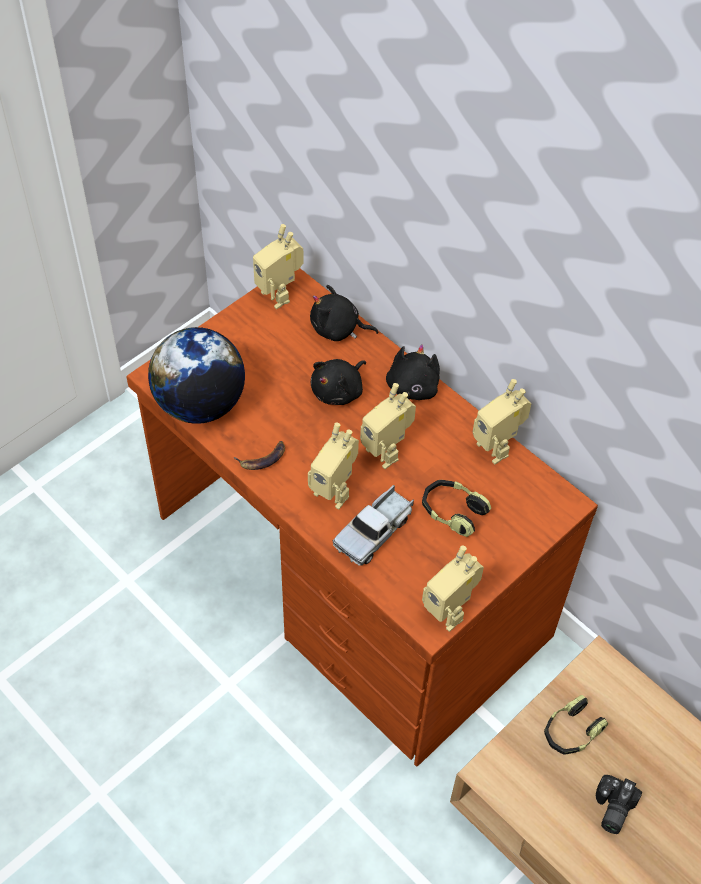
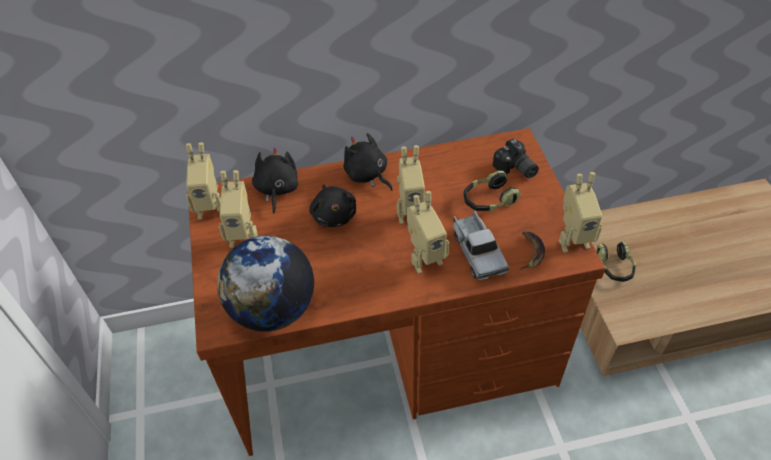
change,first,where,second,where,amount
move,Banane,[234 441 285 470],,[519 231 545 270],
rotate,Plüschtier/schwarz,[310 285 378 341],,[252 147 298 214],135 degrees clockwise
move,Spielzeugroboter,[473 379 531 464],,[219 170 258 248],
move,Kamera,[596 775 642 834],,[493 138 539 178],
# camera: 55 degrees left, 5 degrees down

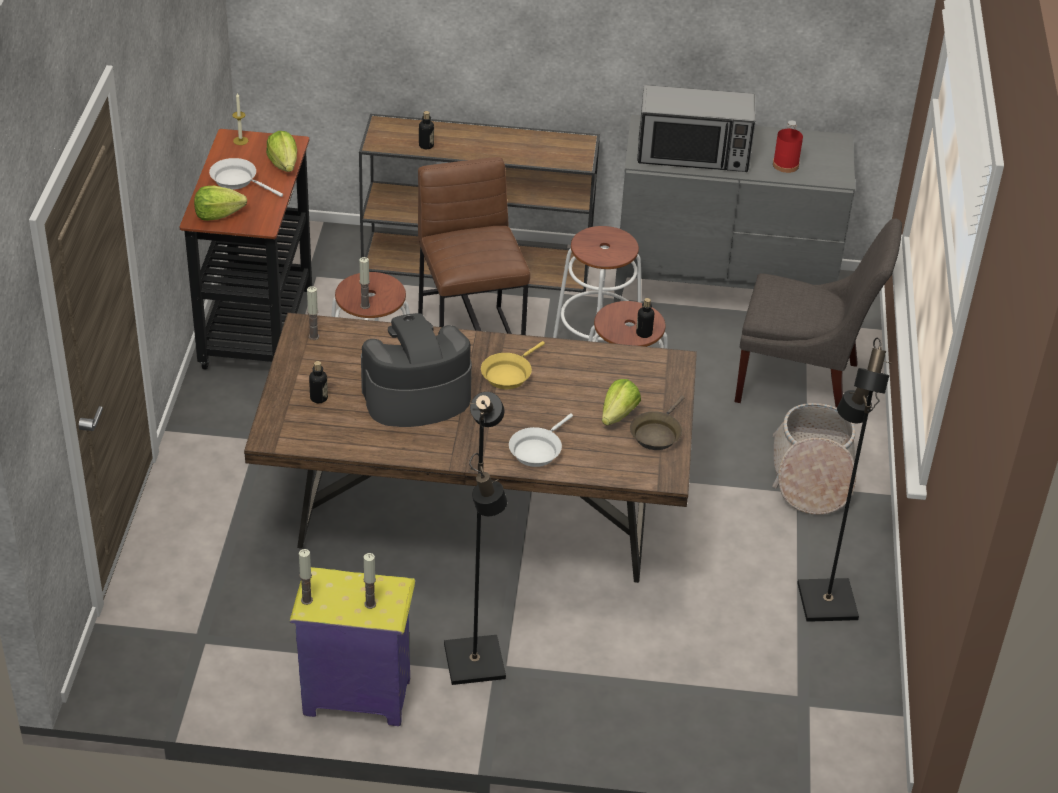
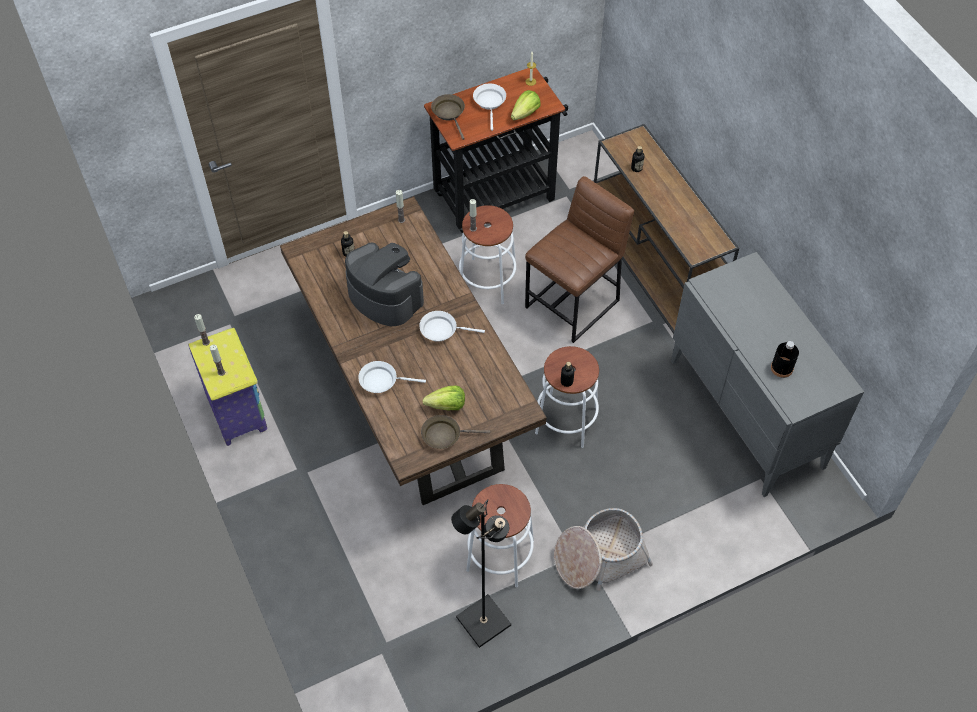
change,first,where,second,where,amount
replace,Salatkopf,[194 186 247 221],Pfanne/braun,[431 94 465 140],
delete,Stehlampe/schwarz,[444 392 507 685],,,
recolor,Pfanne/gelb,[481 341 545 389],Pfanne/weiß,[419 311 485 342],
move,Hocker/weiß,[553 226 641 342],,[466 484 534 587],
delete,Mikrowelle,[637 85 755 172],,,
delete,Stuhl/grau,[734 218 902 408],,,
recolor,Flasche/rot,[773 121 803 173],Flasche/schwarz,[771 341 799 378],
# camera: 60 degrees right, 15 degrees up

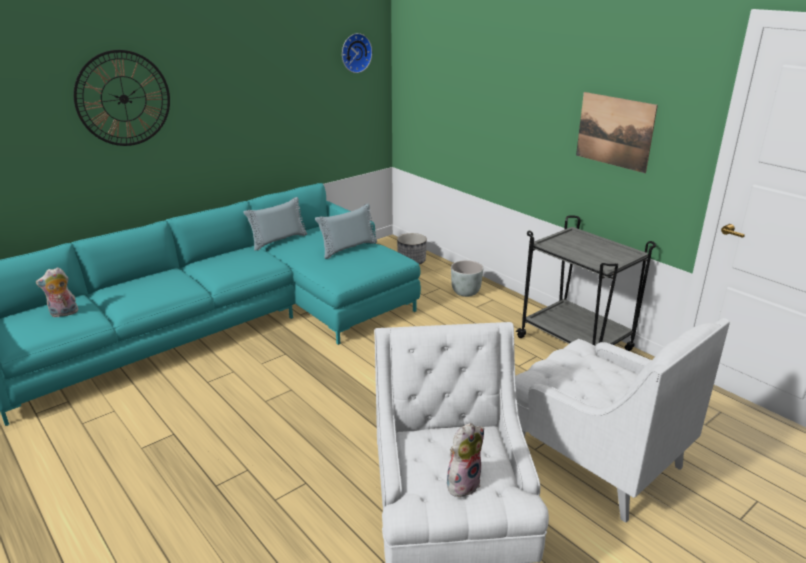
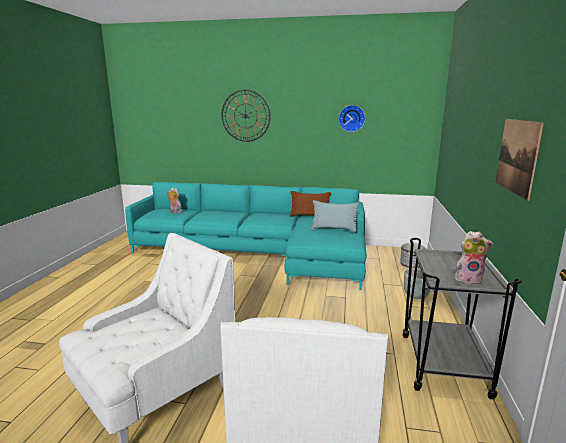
change,first,where,second,where,amount
recolor,Kissen/blau,[243 197 307 251],Kissen/braun,[289 191 331 217],
move,Wanduhr,[342 33 372 73],,[338 105 365 132],
move,Plüschtier,[447 423 484 497],,[454 231 493 285],
# camera: 50 degrees right, 10 degrees down

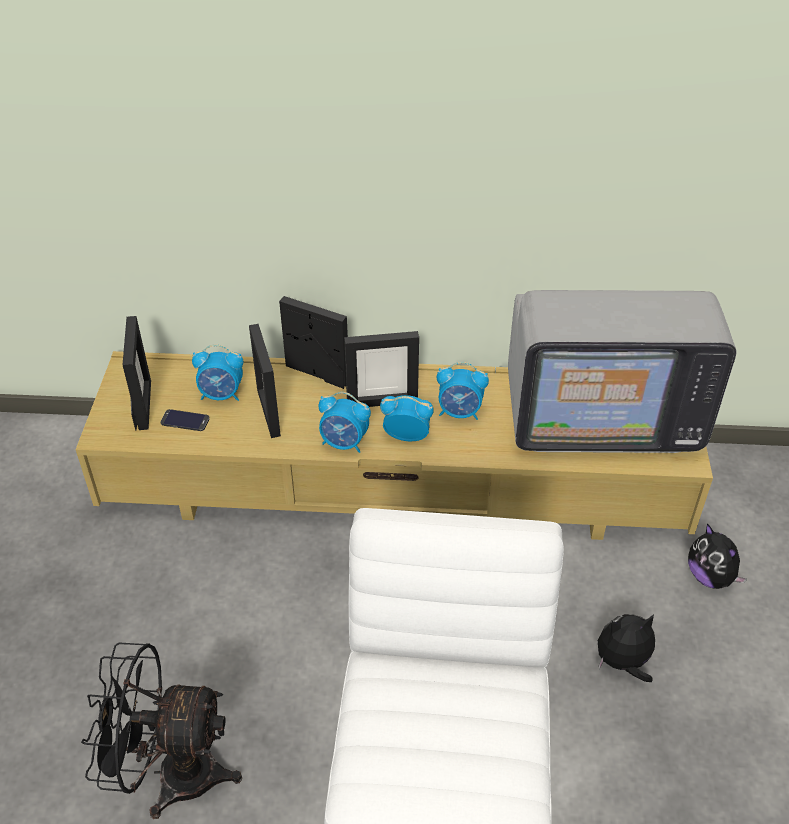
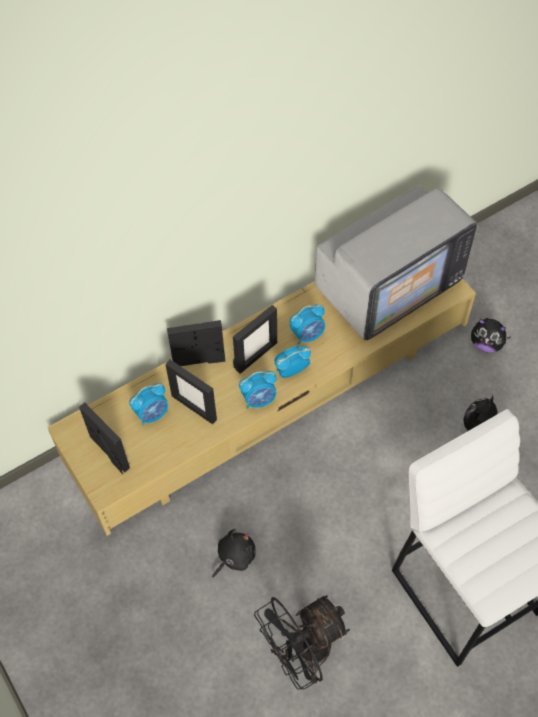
change,first,where,second,where,amount
delete,Handy,[161 409 210 431],,,
insert,,,Plüschtier/schwarz,[212 529 255 577],
# camera: 35 degrees left, 15 degrees up

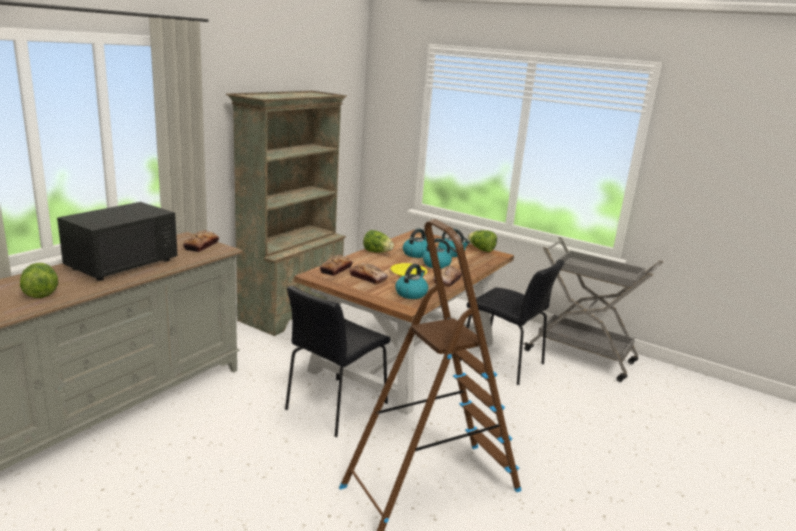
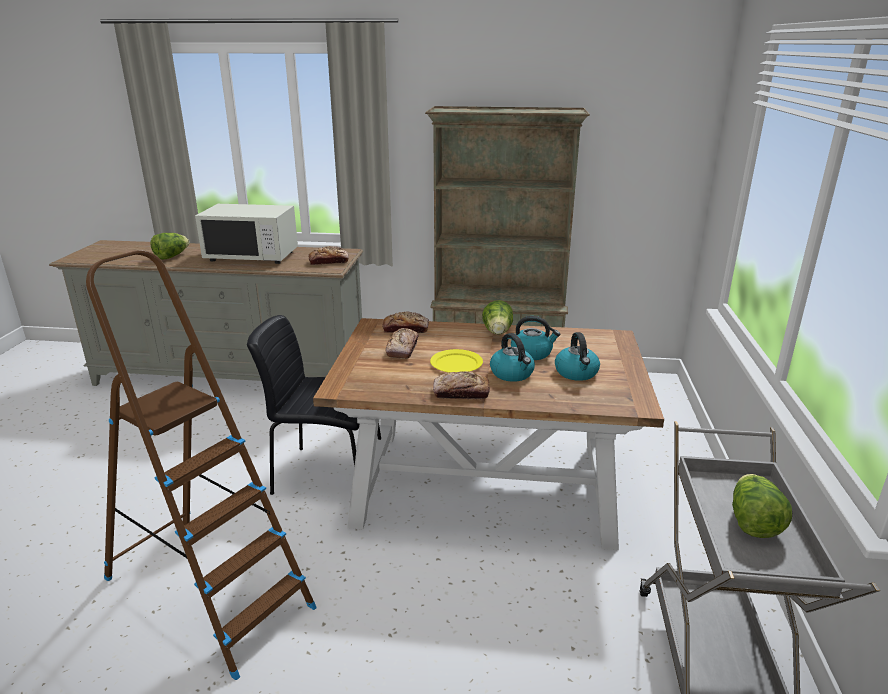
change,first,where,second,where,amount
recolor,Mikrowelle/schwarz,[57 202 177 281],Mikrowelle/weiß,[195 204 298 264],
delete,Wasserkessel,[395 264 428 299],,,
delete,Stuhl/schwarz,[459 260 565 385],,,
move,Salatkopf,[467 230 497 252],,[732 474 792 538],
# camera: 65 degrees right, 5 degrees up

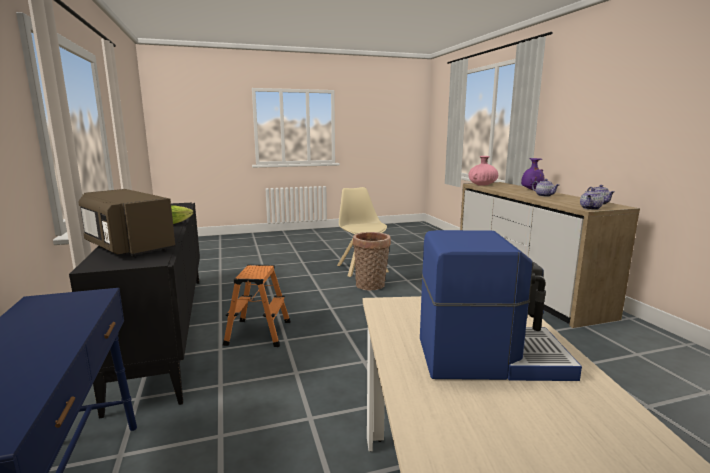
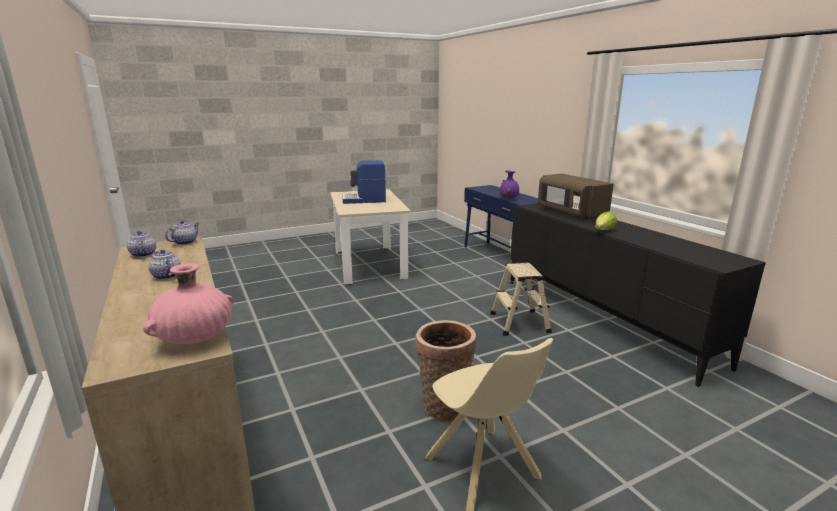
change,first,where,second,where,amount
rotate,Mikrowelle/braun,[78 189 176 257],,[538 174 614 219],150 degrees counterclockwise
recolor,Trittleiter/orange,[223 265 291 347],Trittleiter/beige,[490 262 552 336],
move,Vase/lila,[521 158 545 190],,[500 170 519 199],
# camera: 170 degrees right, 5 degrees up

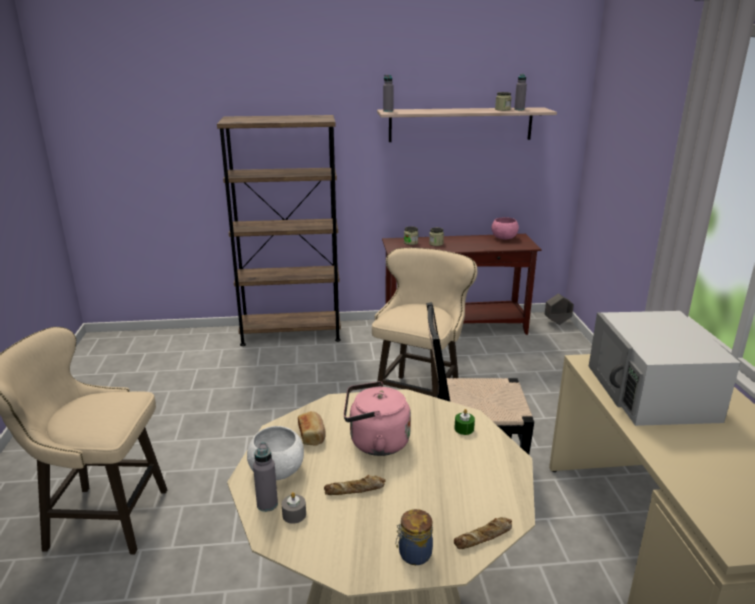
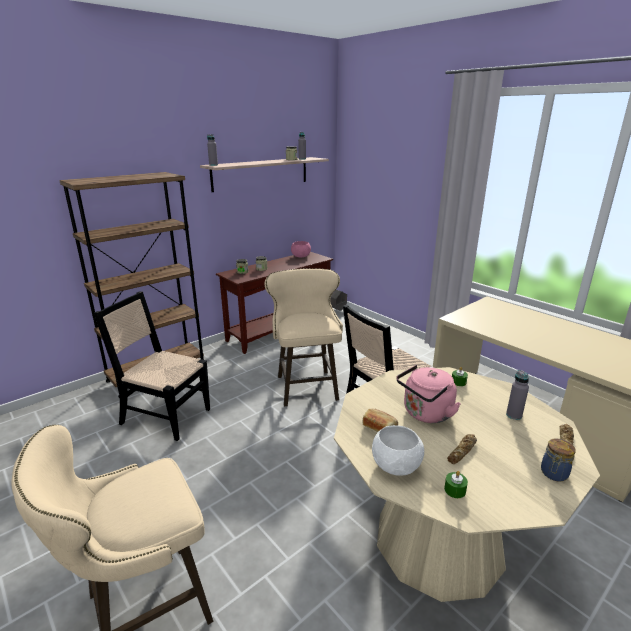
change,first,where,second,where,amount
move,Flasche/grau,[253 442 278 512],,[506 370 529 420],
recolor,Kerze/grau,[282 492 306 524],Kerze/grün,[444 471 468 498],
delete,Mikrowelle/weiß,[589 311 740 426],,,
insert,,,Stuhl,[94 291 210 441],
# camera: 35 degrees left, 0 degrees up

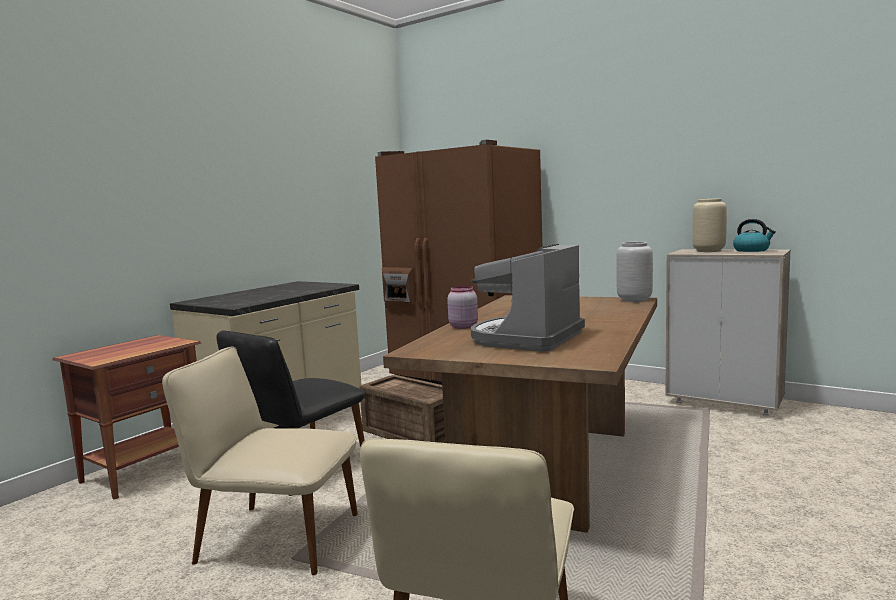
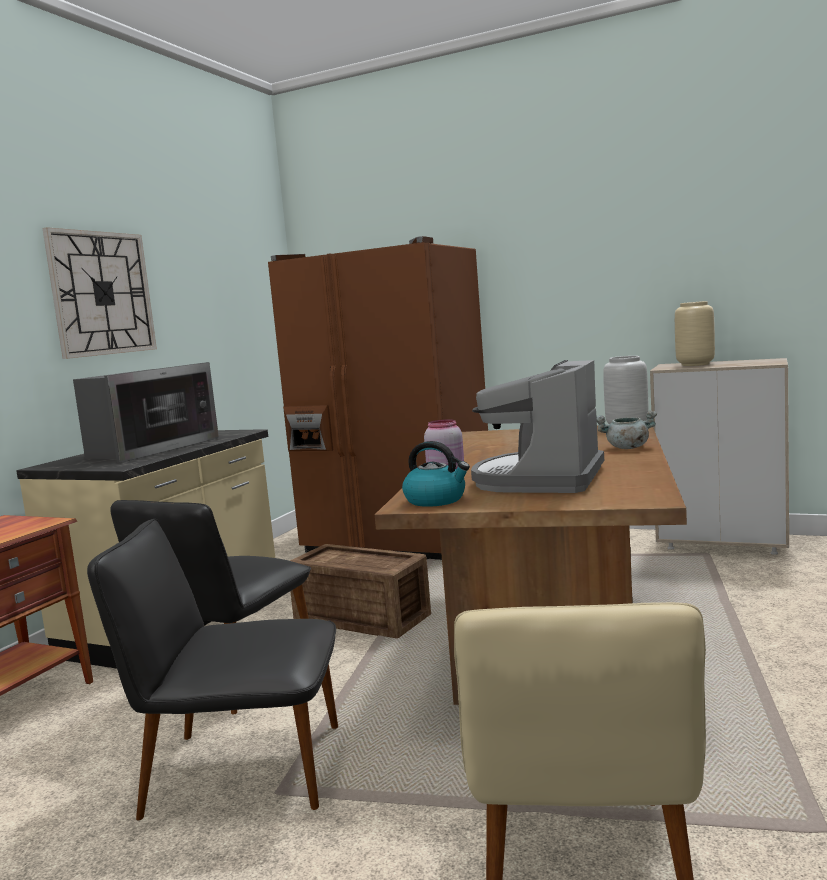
change,first,where,second,where,amount
recolor,Stuhl/beige,[162 346 358 575],Stuhl/schwarz,[87 519 338 820],
move,Wasserkessel,[733 219 776 252],,[402 441 470 507],
insert,,,Wanduhr,[42 227 157 359],
insert,,,Mikrowelle,[73 362 219 463],
insert,,,Kochtopf/grau,[596 411 657 449],
# camera: 10 degrees left, 0 degrees up

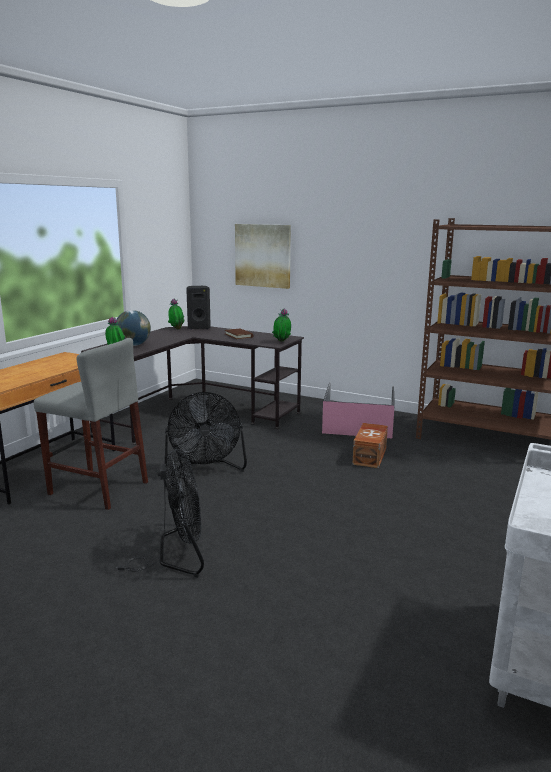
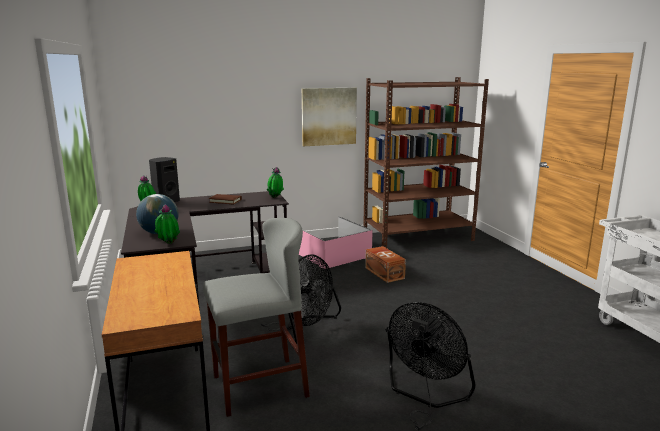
change,first,where,second,where,amount
move,Bild,[235 224 291 289],,[302 88 357 146],
# camera: 45 degrees left, 0 degrees up

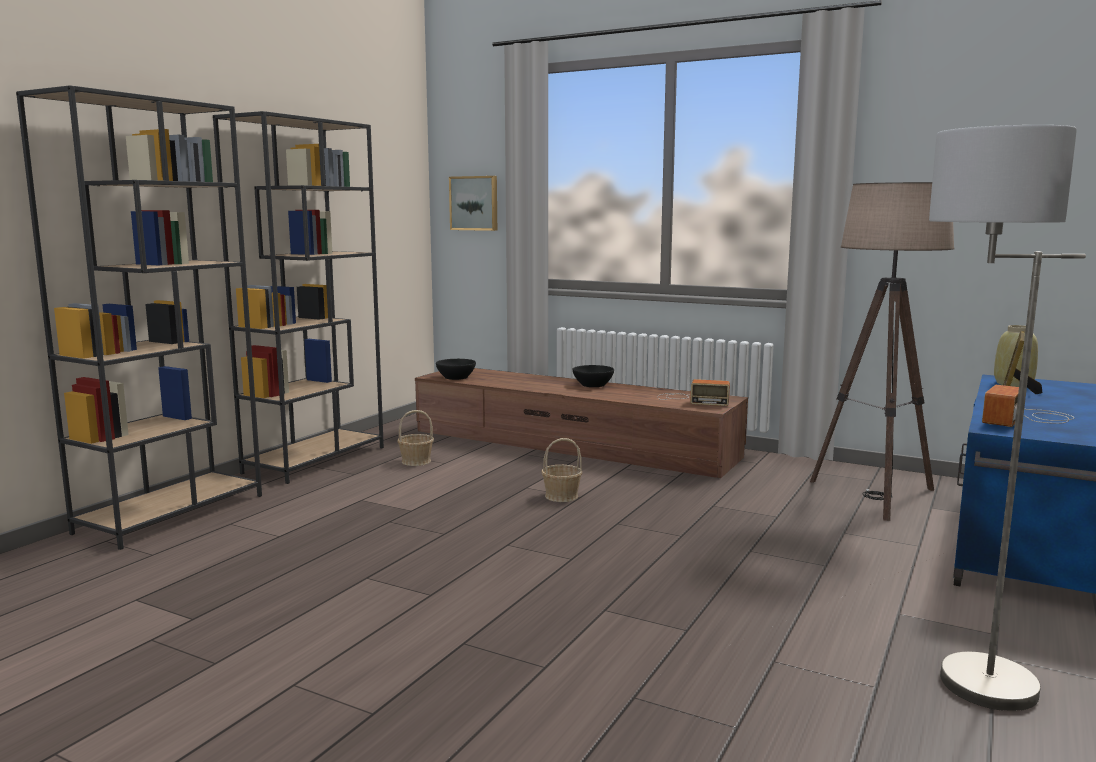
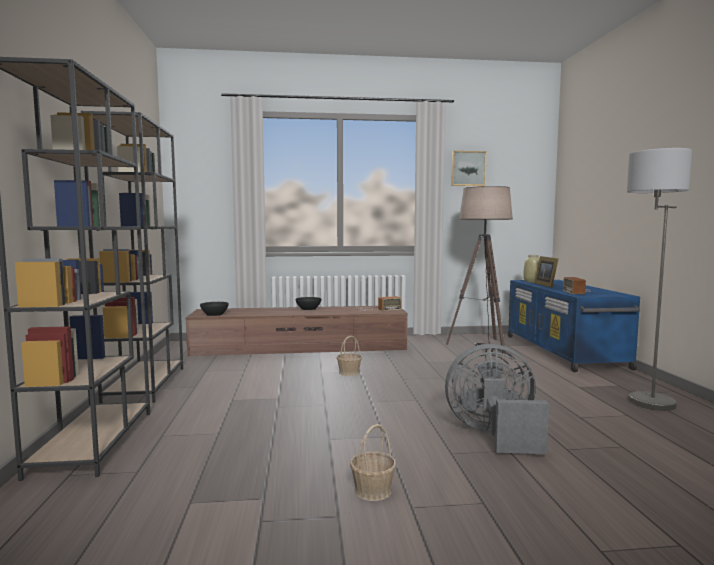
change,first,where,second,where,amount
move,Korb,[397 410 434 466],,[350 424 396 501],
move,Bild,[449 176 497 231],,[451 151 487 186],
insert,,,Ventilator/grau,[445 344 549 454],
# camera: 35 degrees left, 5 degrees down

